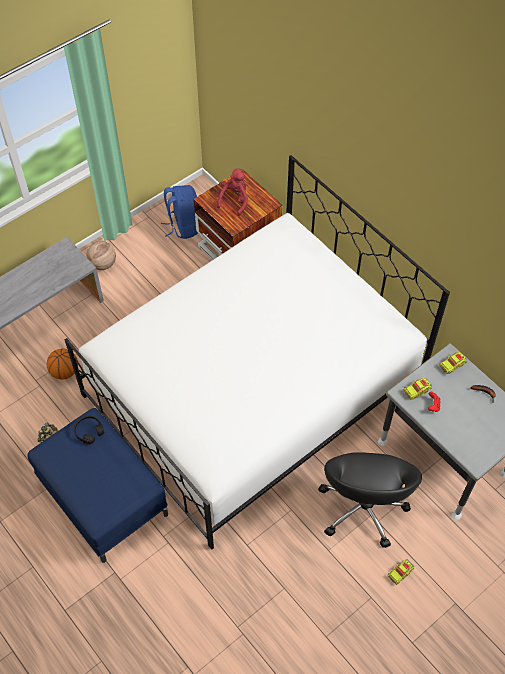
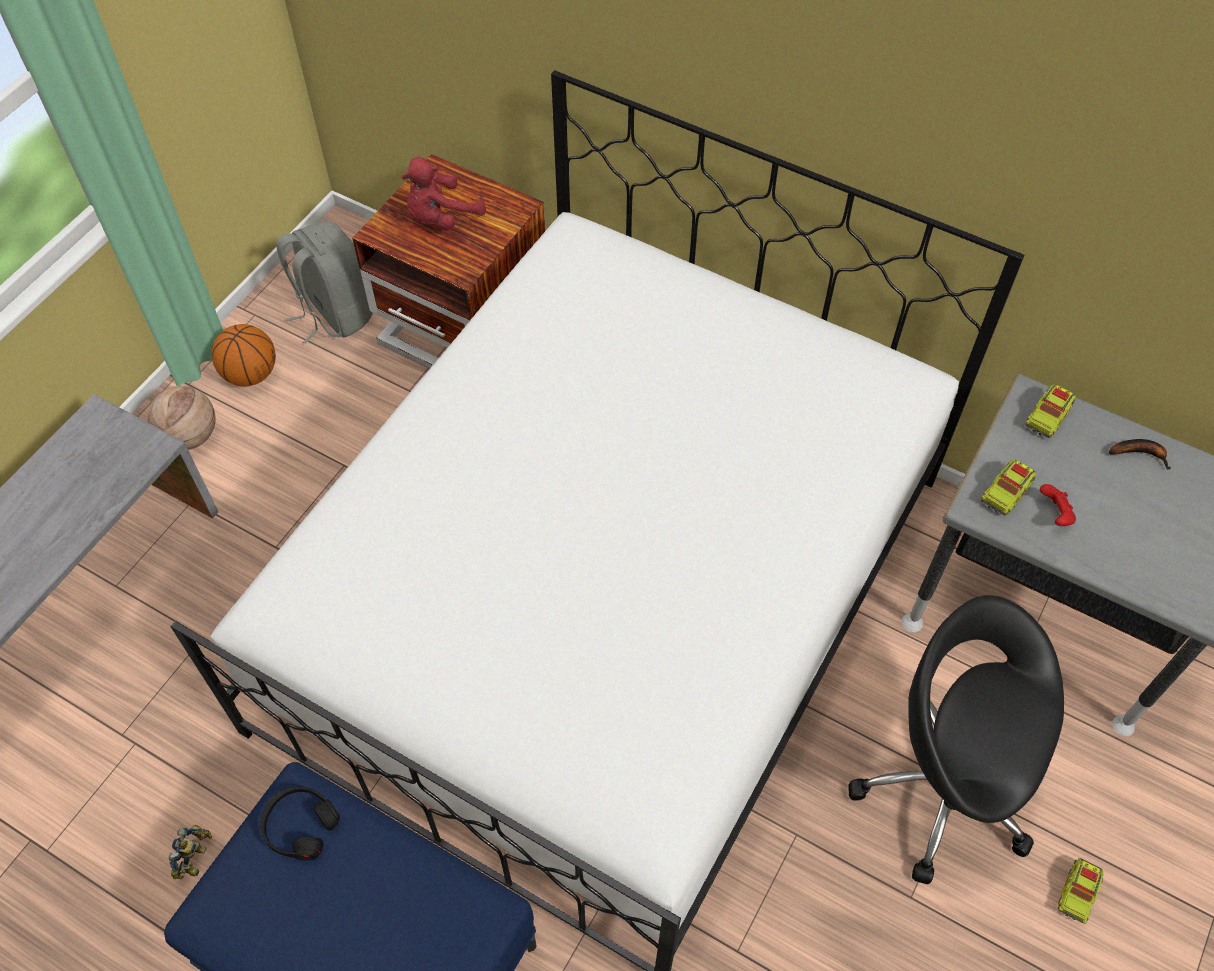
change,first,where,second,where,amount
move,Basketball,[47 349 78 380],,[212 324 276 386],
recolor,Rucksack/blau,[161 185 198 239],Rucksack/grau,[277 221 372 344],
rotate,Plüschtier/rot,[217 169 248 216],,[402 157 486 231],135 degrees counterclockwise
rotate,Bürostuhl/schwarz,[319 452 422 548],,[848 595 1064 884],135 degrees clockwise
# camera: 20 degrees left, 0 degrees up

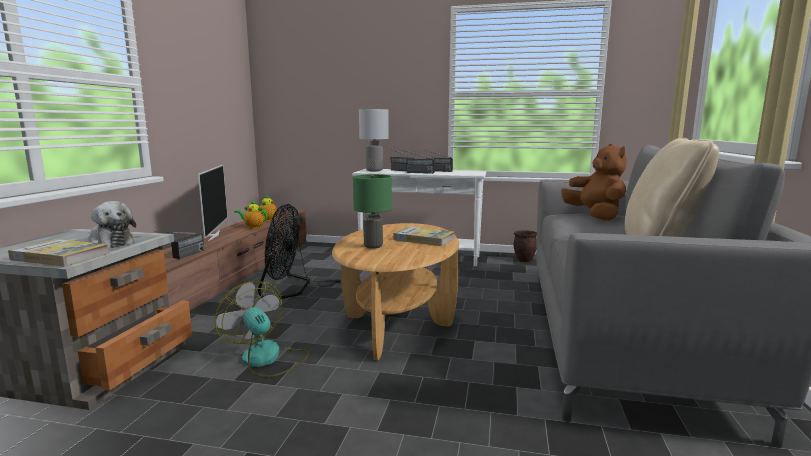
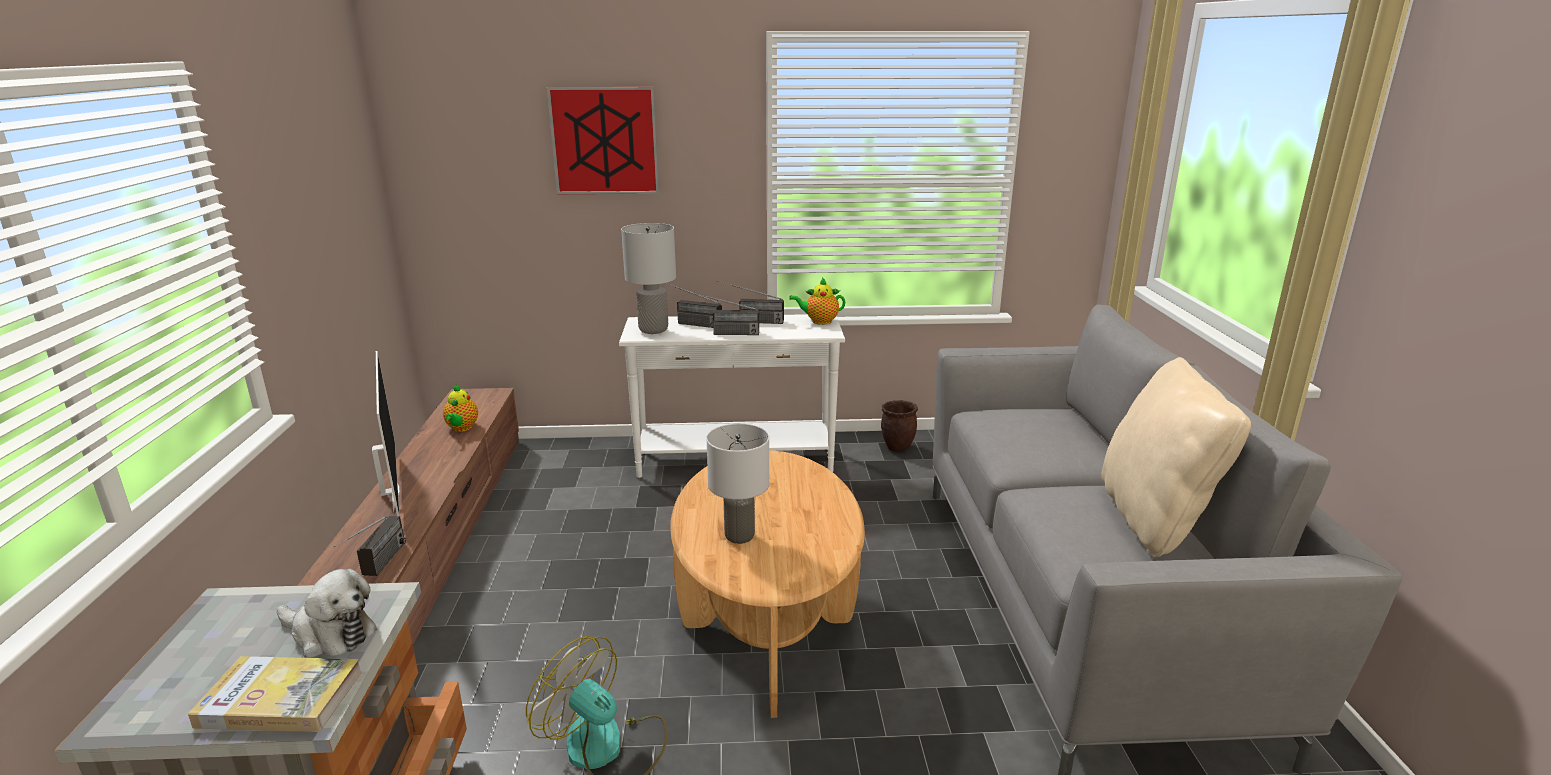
change,first,where,second,where,amount
move,Teekanne,[235 200 267 229],,[789 278 845 325],
delete,Ventilator/schwarz,[258 204 342 299],,,
recolor,Tischlampe/grün,[353 174 392 249],Tischlampe/weiß,[706 423 769 544],
delete,Buch,[393 227 455 246],,,
delete,Plüschtier/braun,[561 144 626 221],,,
insert,,,Bild,[547 87 659 194],
# camera: 15 degrees left, 10 degrees up

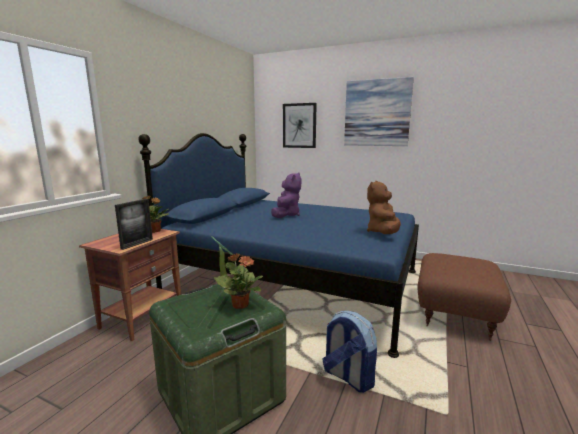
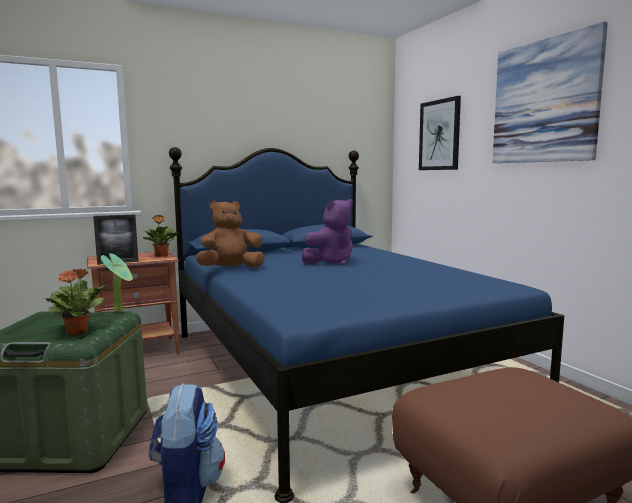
change,first,where,second,where,amount
move,Plüschtier/braun,[367 181 401 234],,[196 201 265 268],
# camera: 40 degrees right, 5 degrees down

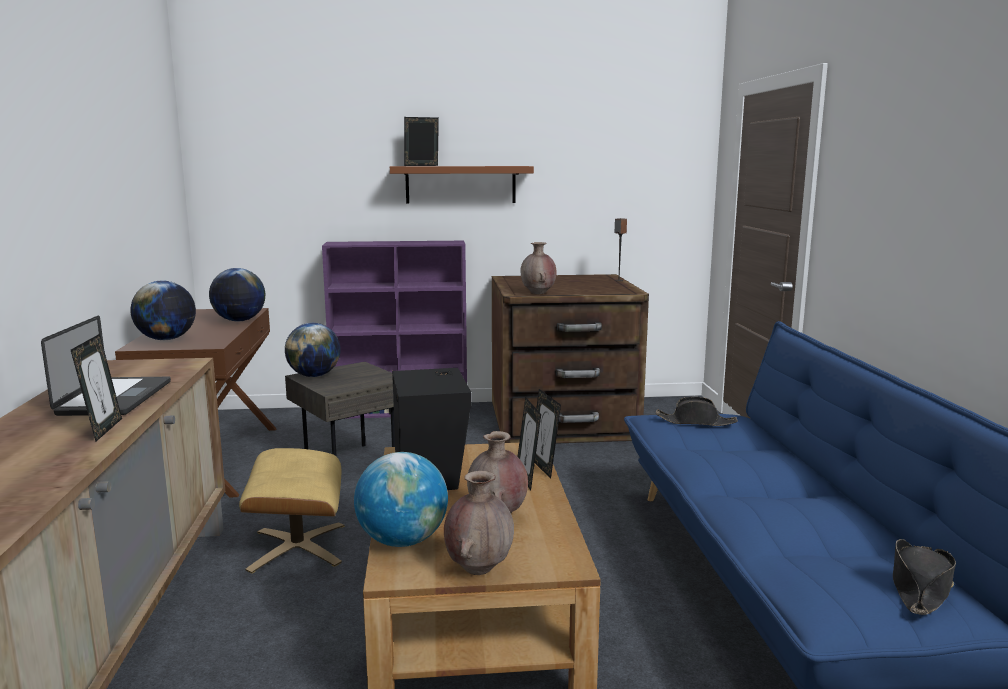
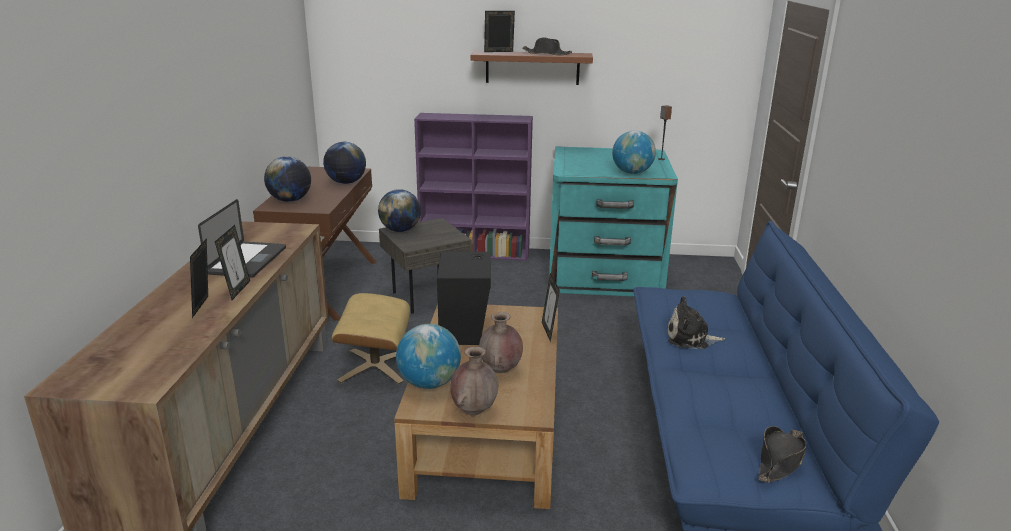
change,first,where,second,where,amount
recolor,Kommode/braun,[492 274 649 444],Kommode/türkis,[549 146 678 297],
move,Bilderrahmen,[518 397 541 490],,[190 238 208 318],
delete,Vase/braun,[520 242 557 295],,,
move,Hut/schwarz,[656 397 738 426],,[523 37 572 55],
insert,,,Globus,[612 131 656 174],
insert,,,Plüschtier,[668 296 725 349],
# camera: 10 degrees right, 10 degrees up

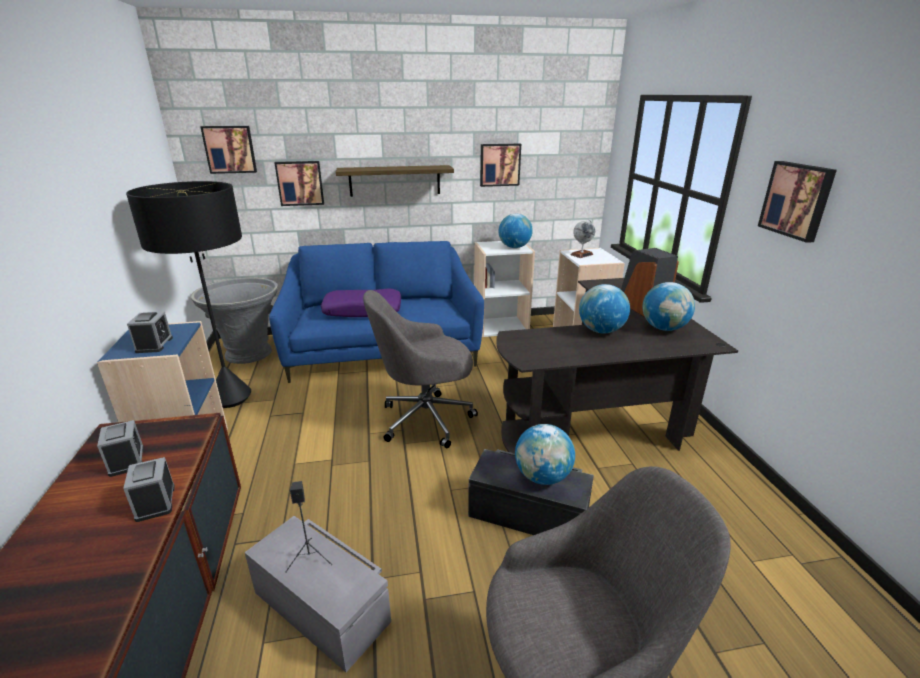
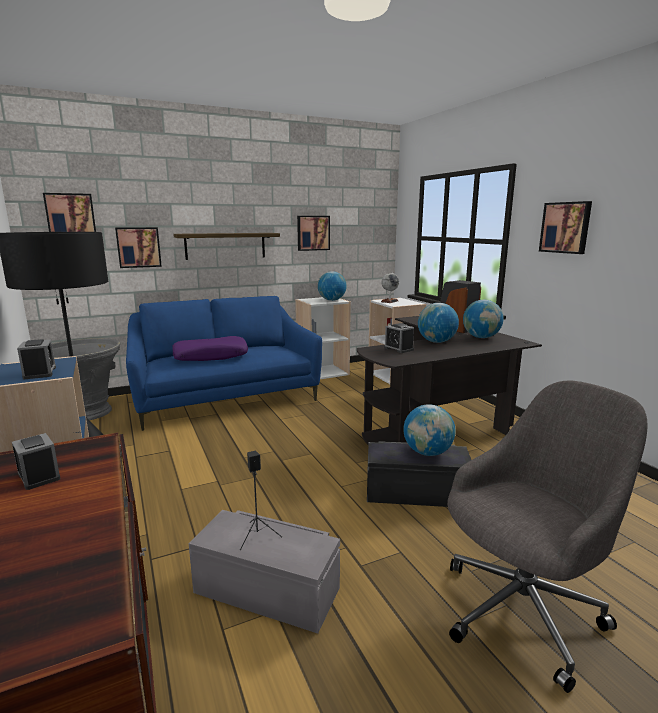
change,first,where,second,where,amount
move,Wecker,[123 457 175 522],,[384 323 414 353],
delete,Bürostuhl/grau,[363 290 478 448],,,
# camera: 15 degrees left, 10 degrees down

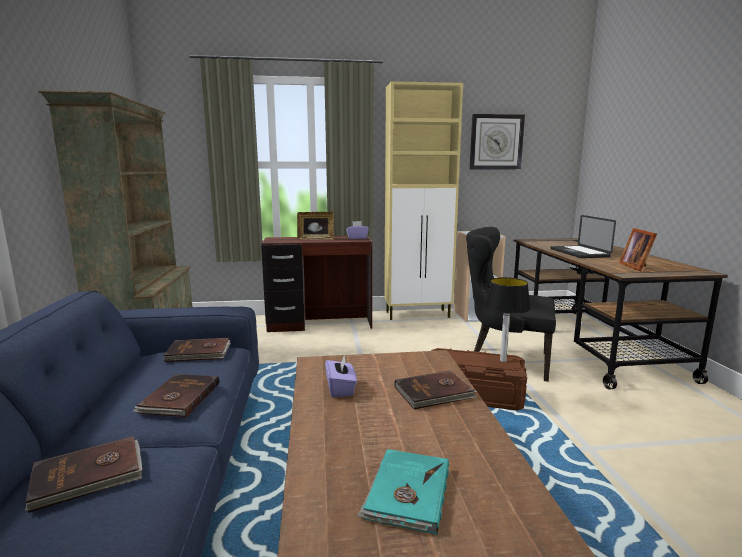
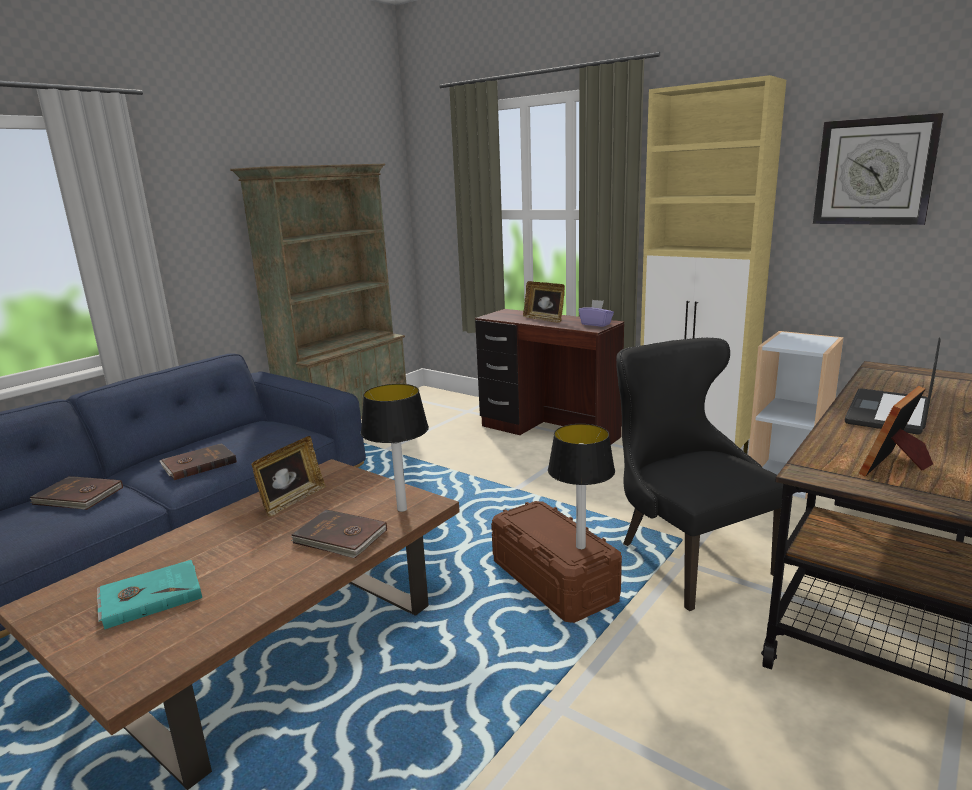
change,first,where,second,where,amount
delete,Buch/braun,[163 338 231 362],,,
replace,Taschentuchbox/lila,[325 354 357 397],Bilderrahmen,[251 436 326 517],
insert,,,Tischlampe,[361 384 429 512],
# camera: 45 degrees right, 5 degrees up

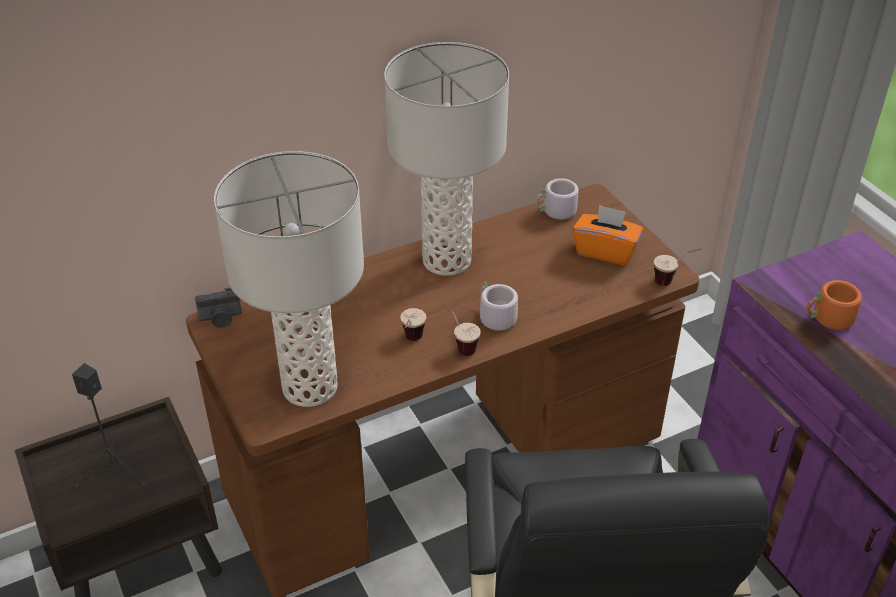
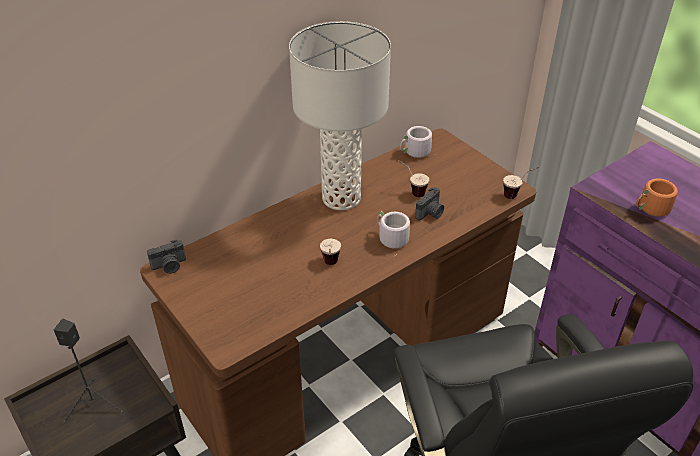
change,first,where,second,where,amount
delete,Tischlampe/weiß,[214 151 364 407],,,
move,Tasse,[442 302 481 356],,[399 160 429 197],
delete,Taschentuchbox/orange,[572 205 643 265],,,
insert,,,Kamera,[415 187 444 220],
# camera: 10 degrees left, 0 degrees up

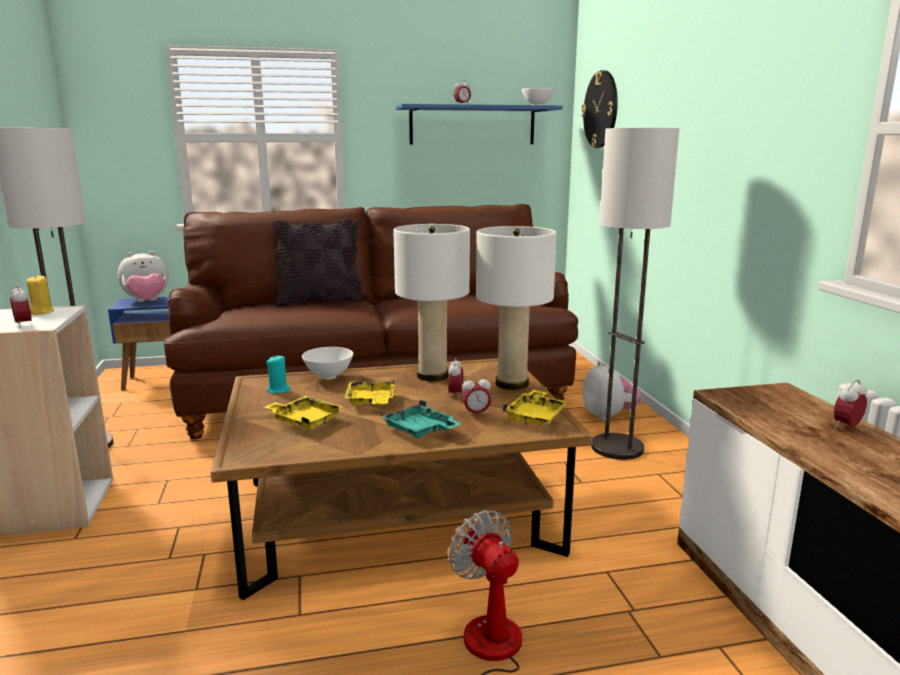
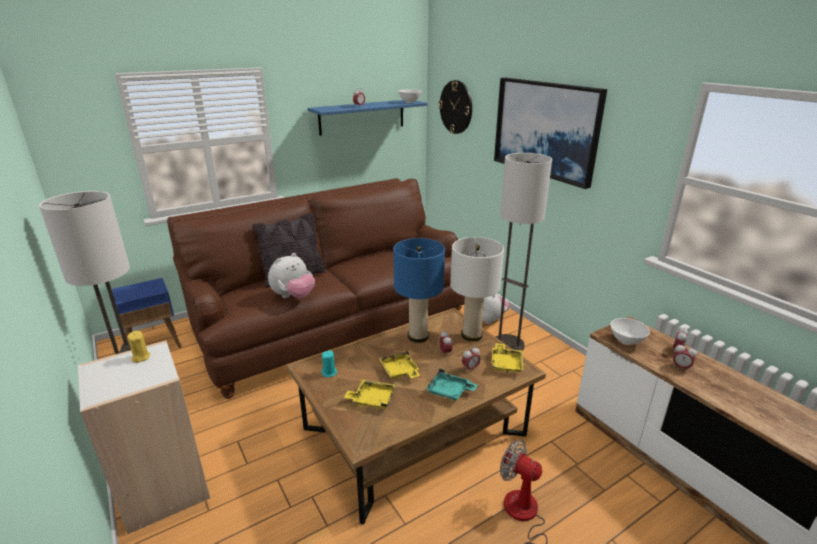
change,first,where,second,where,amount
move,Wecker,[10 284 32 328],,[673 343 697 372],
move,Plüschtier,[118 251 169 302],,[268 253 315 299],
move,Schüssel/weiß,[302 347 353 379],,[610 318 650 345],
recolor,Tischlampe/weiß,[393 224 470 381],Tischlampe/blau,[393 238 445 343],
insert,,,Bild,[494 78 607 189],
# camera: 20 degrees left, 10 degrees up

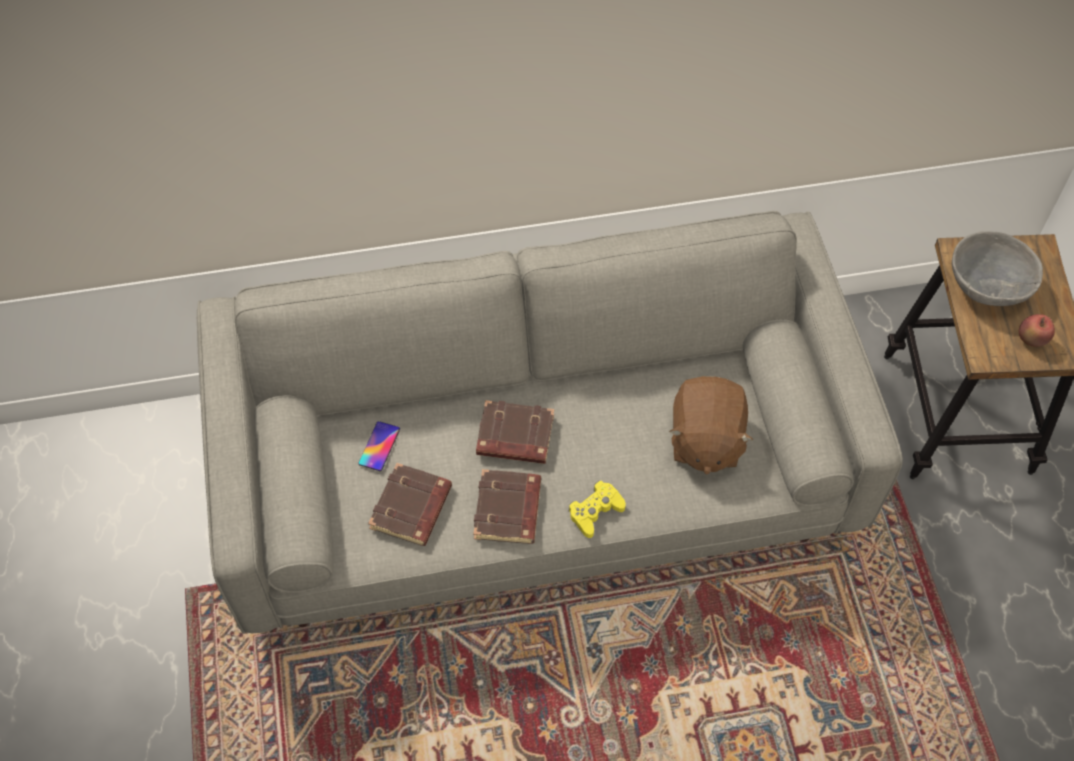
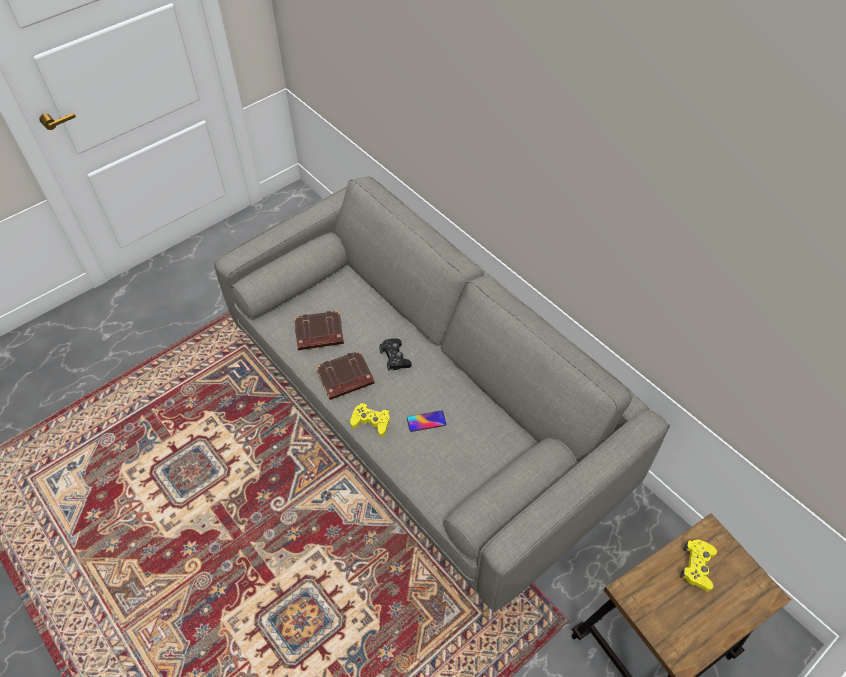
change,first,where,second,where,amount
move,Handy,[358 421 400 471],,[407 410 446 432],
replace,Buch/braun,[476 400 554 464],Gamepad/schwarz,[379 338 411 371],
delete,Plüschtier/braun,[669 376 753 475],,,
replace,Schüssel/grau,[952 231 1043 306],Gamepad/gelb,[680 539 717 592],
delete,Apfel,[1019 314 1055 347],,,
# camera: 60 degrees right, 5 degrees down

